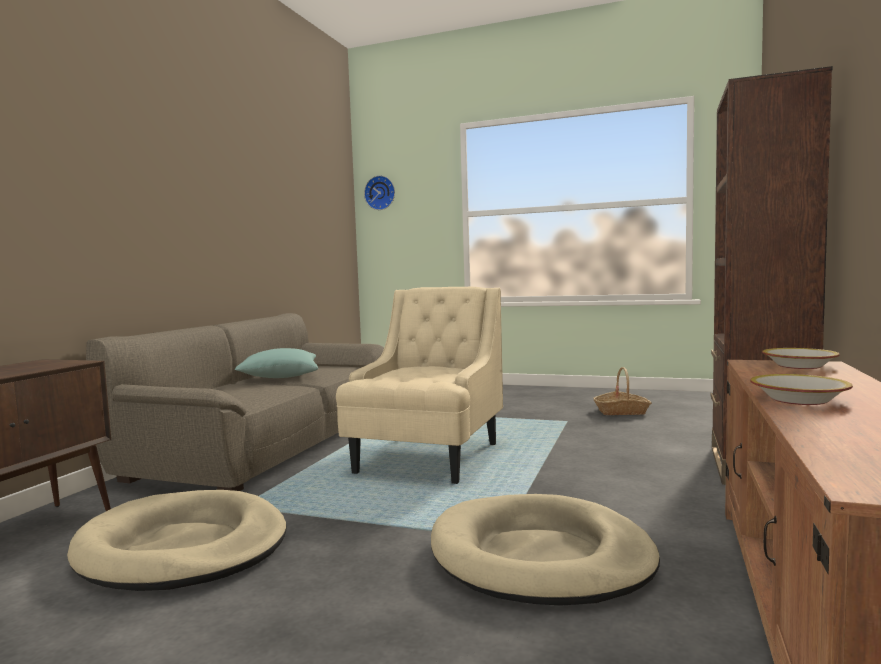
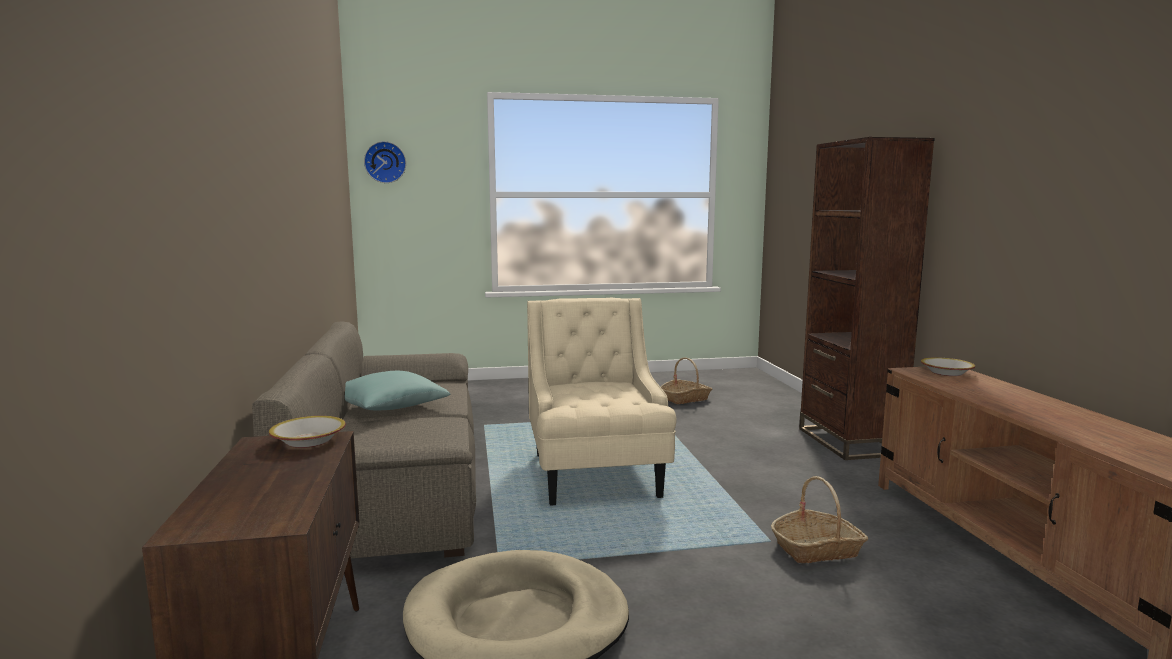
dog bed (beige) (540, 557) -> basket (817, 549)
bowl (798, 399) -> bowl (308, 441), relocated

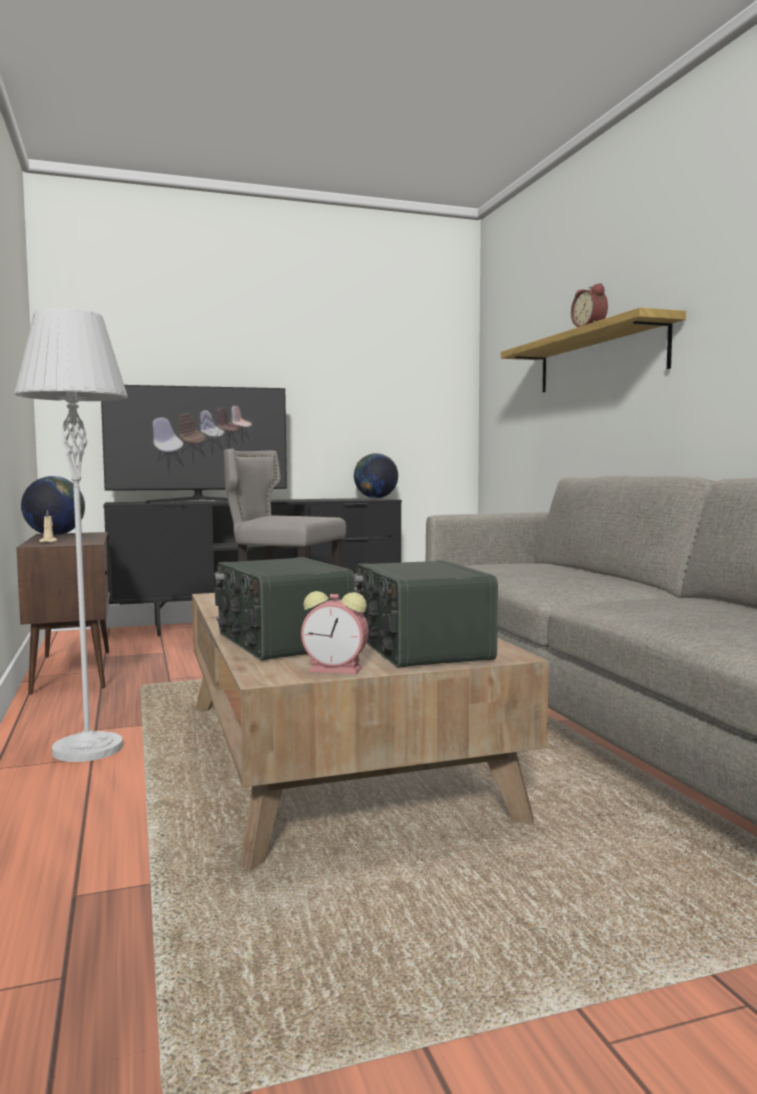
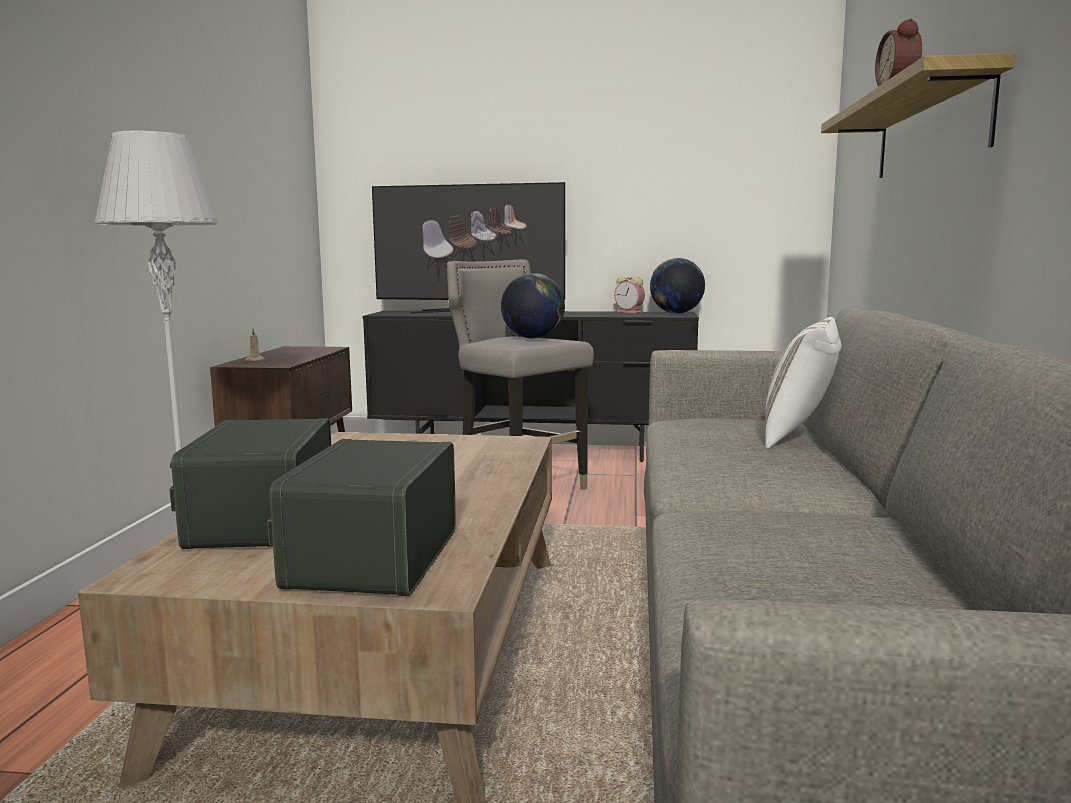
globe (55, 535) -> globe (533, 338), relocated
alarm clock (337, 669) -> alarm clock (630, 312), relocated
none -> pillow (white) (800, 437)

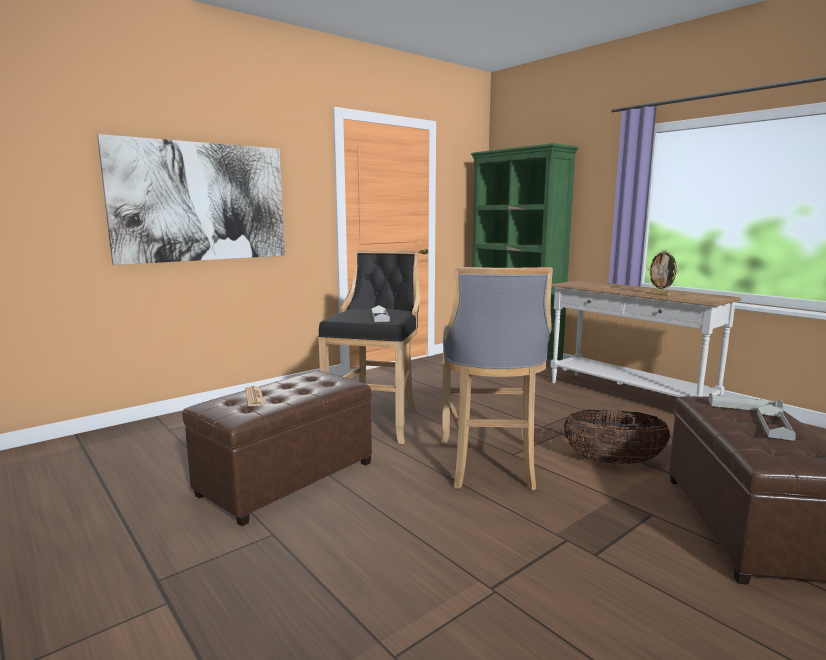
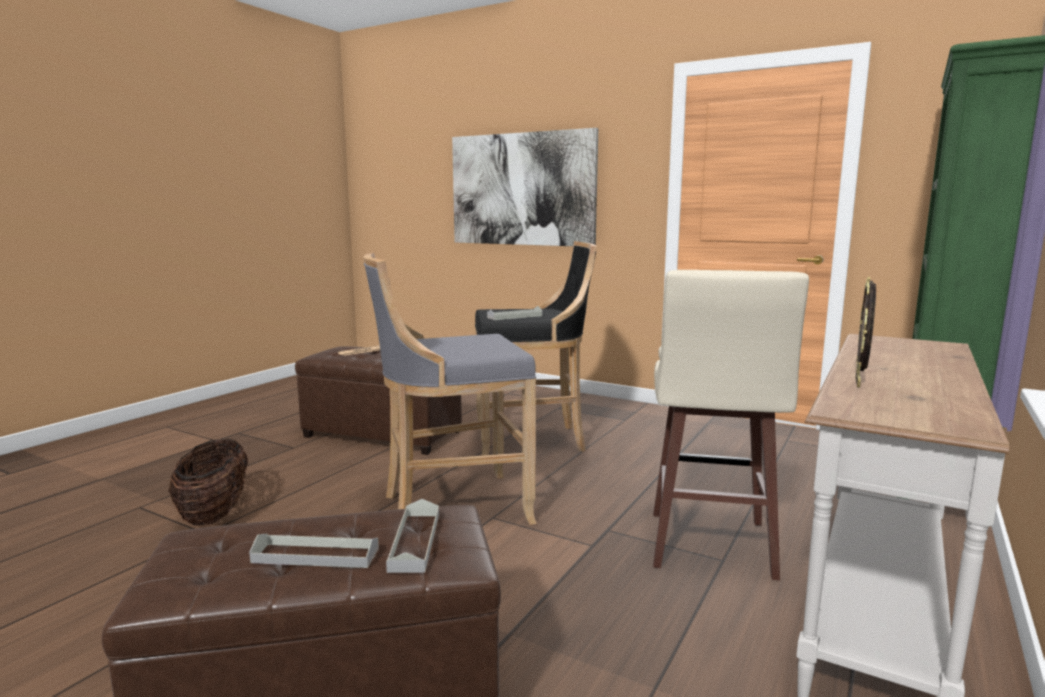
basket (613, 461) -> basket (214, 513), relocated
none -> stool (beige) (709, 546)

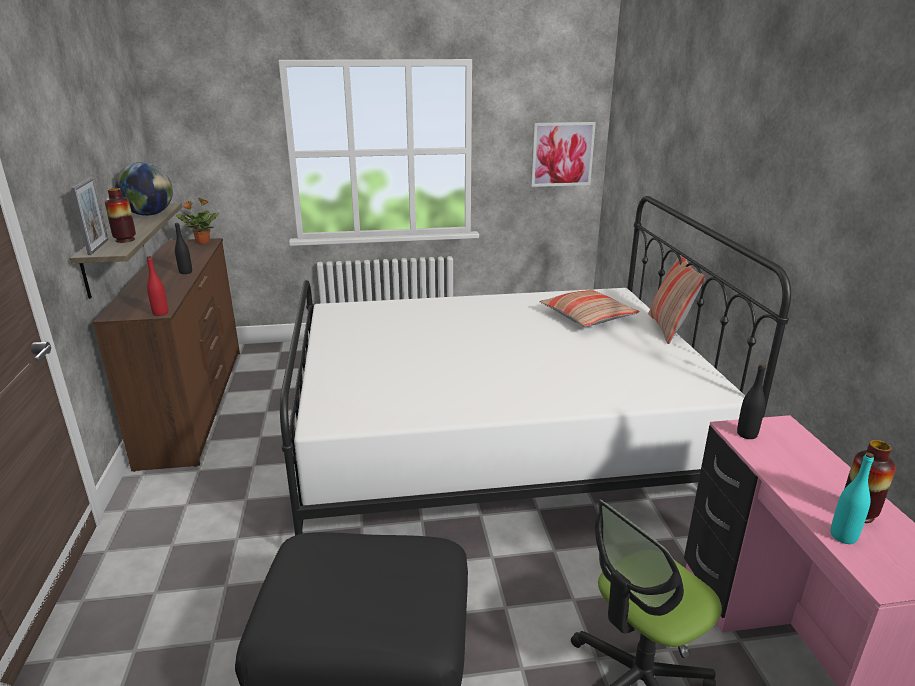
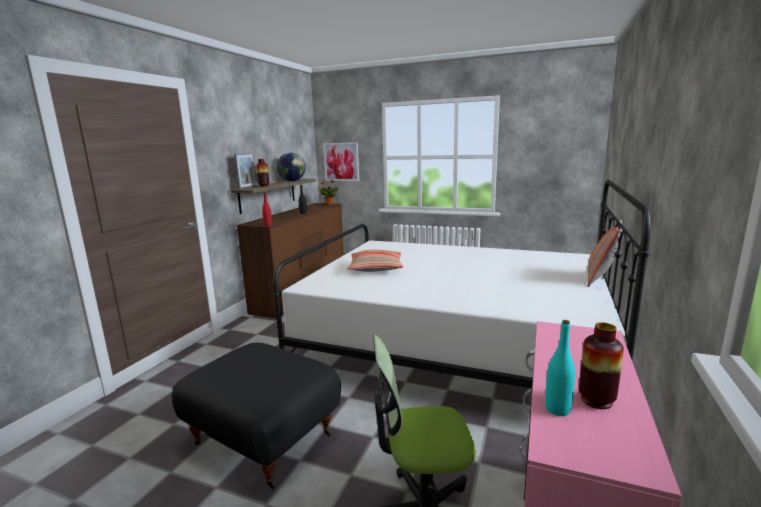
picture (562, 154) -> picture (341, 162), relocated
pillow (587, 317) -> pillow (376, 268), relocated
bottle (black) (747, 434) -> none

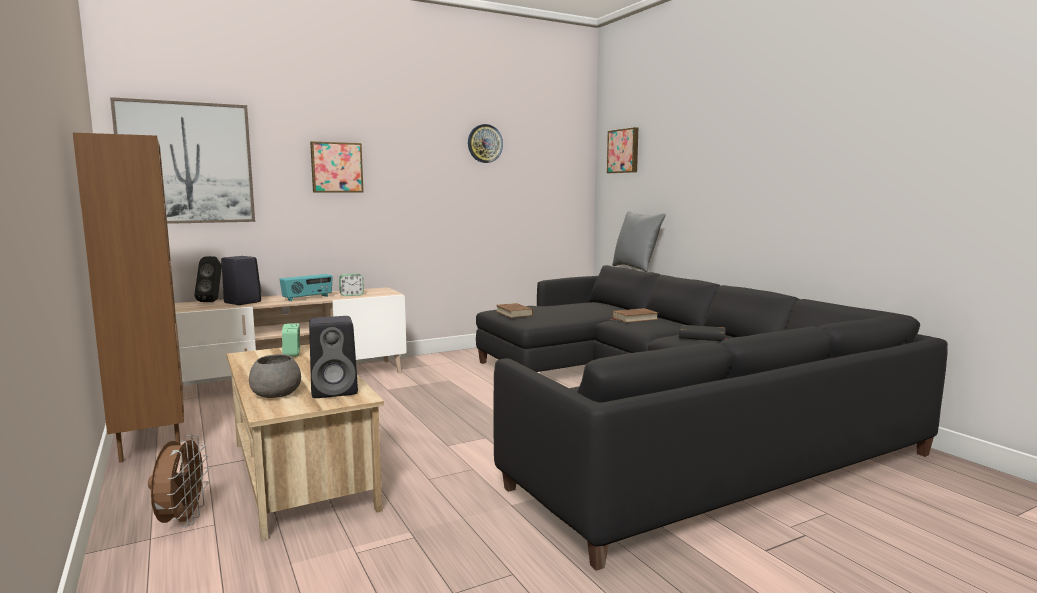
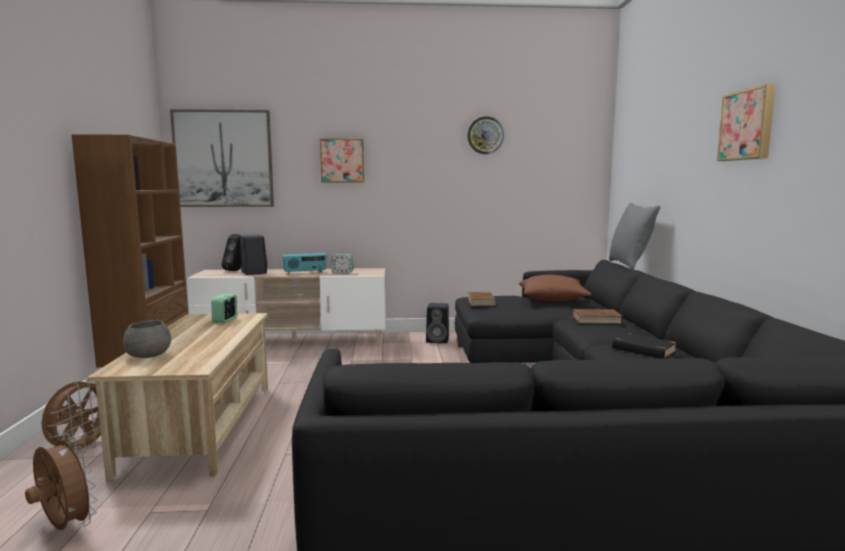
speaker (black) (336, 390) -> speaker (black) (438, 340), relocated
picture (624, 151) -> picture (748, 125), relocated
none -> fan (brown) (64, 527)
none -> pillow (brown) (552, 299)

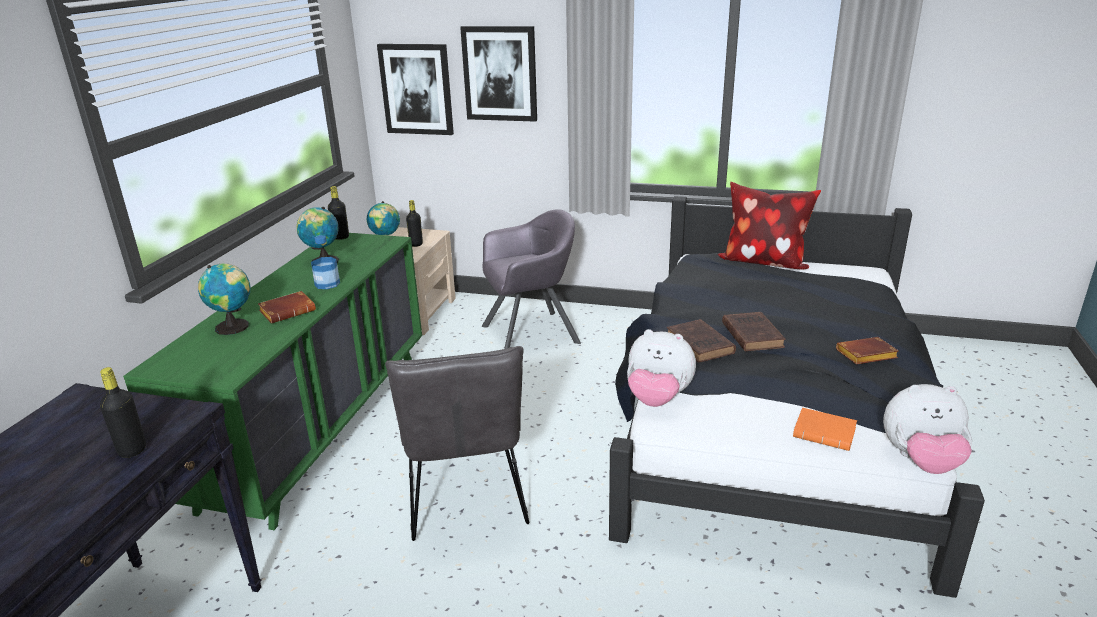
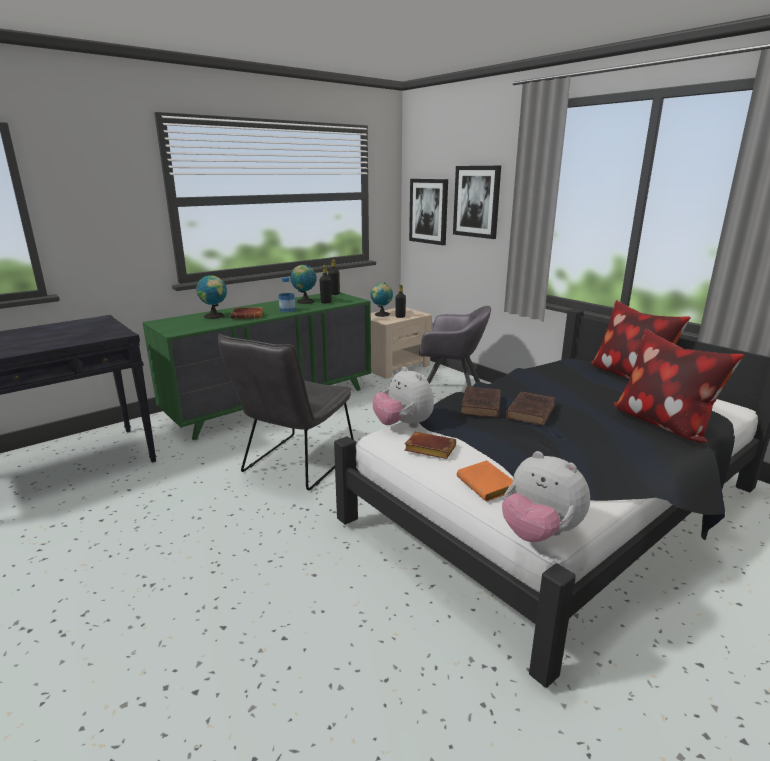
bottle (black) (132, 450) -> bottle (black) (326, 302), relocated
book (brown) (865, 356) -> book (brown) (428, 450), relocated
none -> pillow (662, 424)

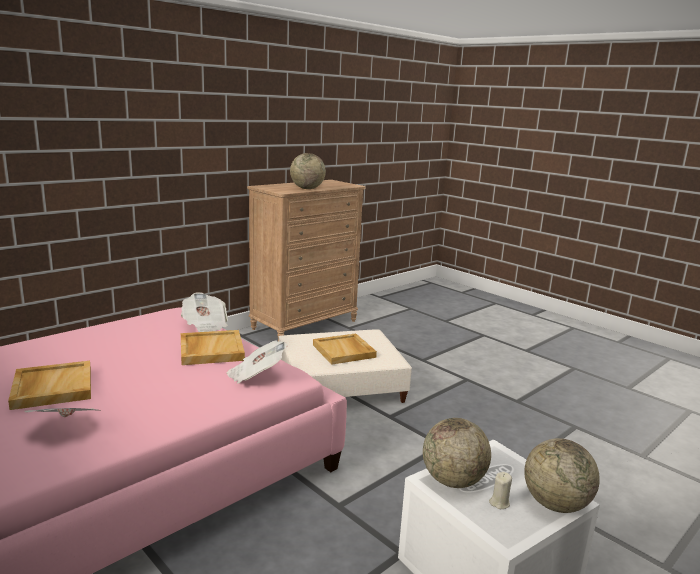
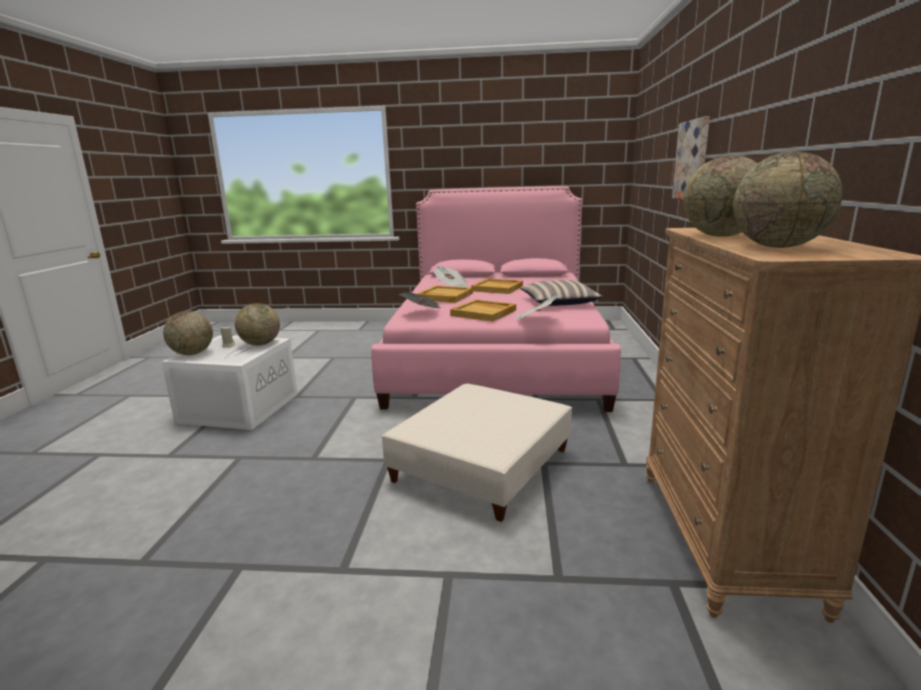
tray (beige) (344, 351) -> tray (beige) (444, 296), relocated
none -> pillow (559, 302)
none -> picture (692, 160)
none -> globe (778, 247)

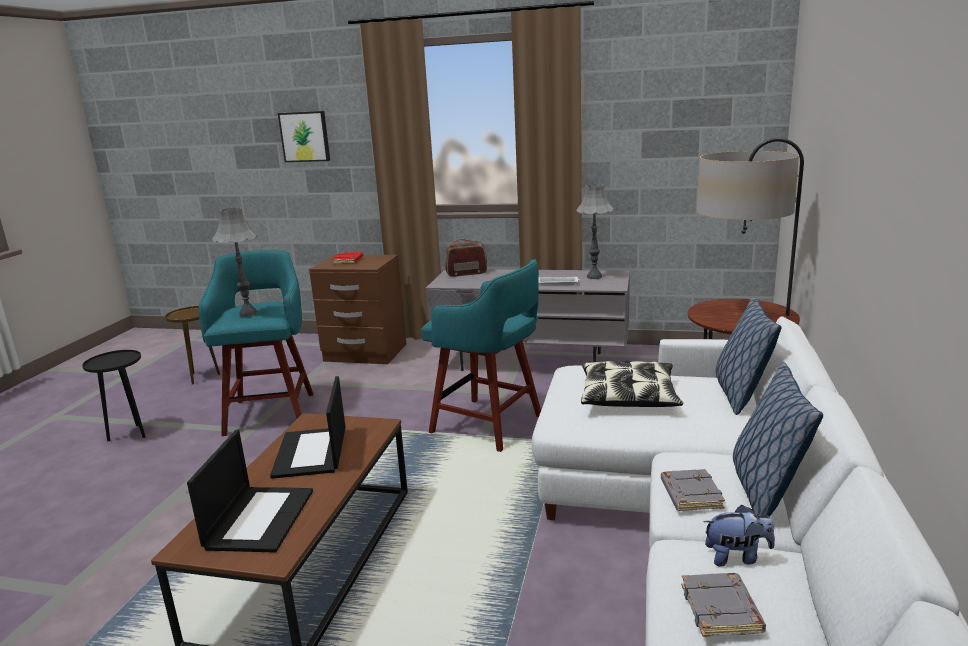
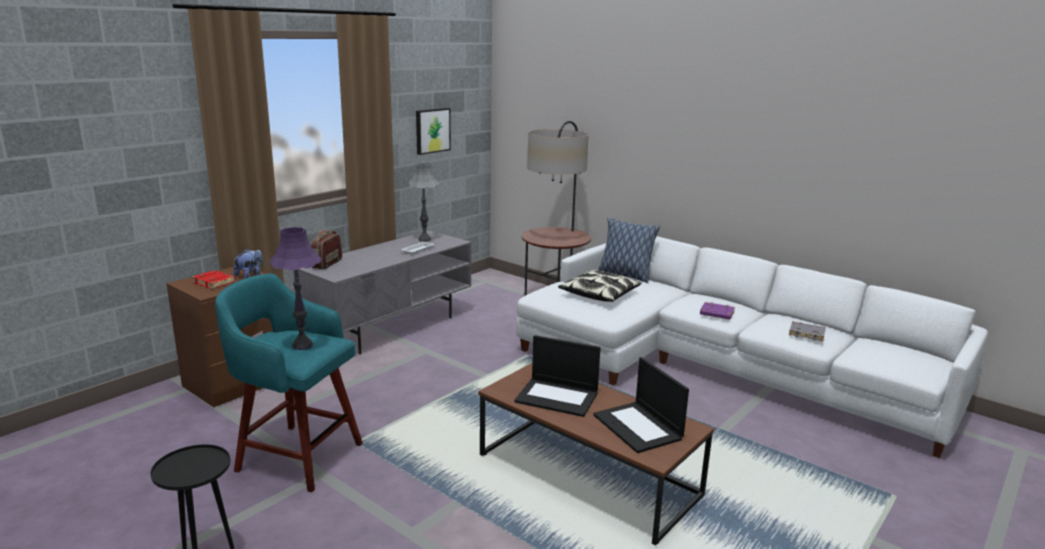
side table (brown) (201, 377) -> none
laptop (259, 518) -> laptop (638, 427), 150 degrees counterclockwise
table lamp (grey) (248, 314) -> table lamp (purple) (302, 345)
picture (305, 136) -> picture (432, 130), relocated
stool (turquoise) (489, 425) -> none
book (grey) (690, 494) -> book (purple) (716, 314)
plush toy (737, 557) -> plush toy (250, 274), relocated
pillow (765, 491) -> none

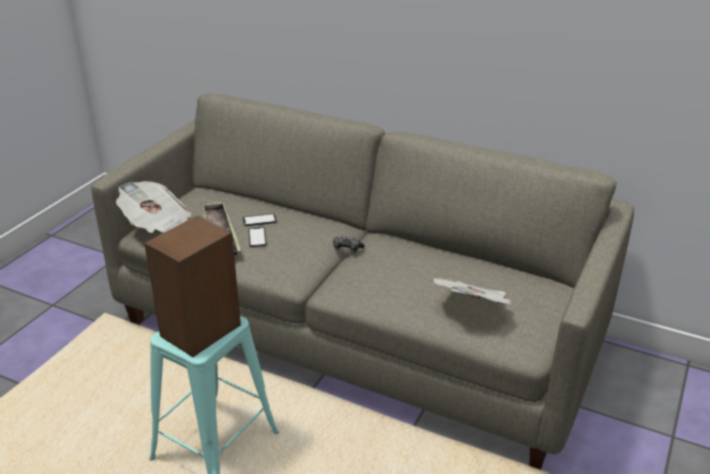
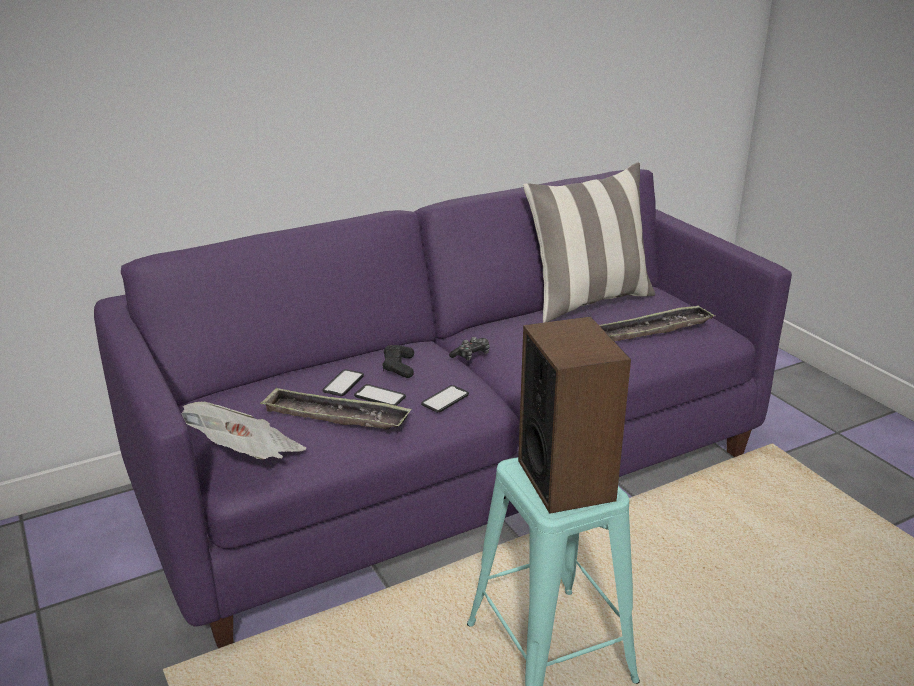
sofa (grey) (355, 332) -> sofa (purple) (458, 472)
newspaper (474, 308) -> tray (652, 330)
none -> game controller (black) (398, 367)
none -> phone (445, 399)
none -> pillow (588, 301)

